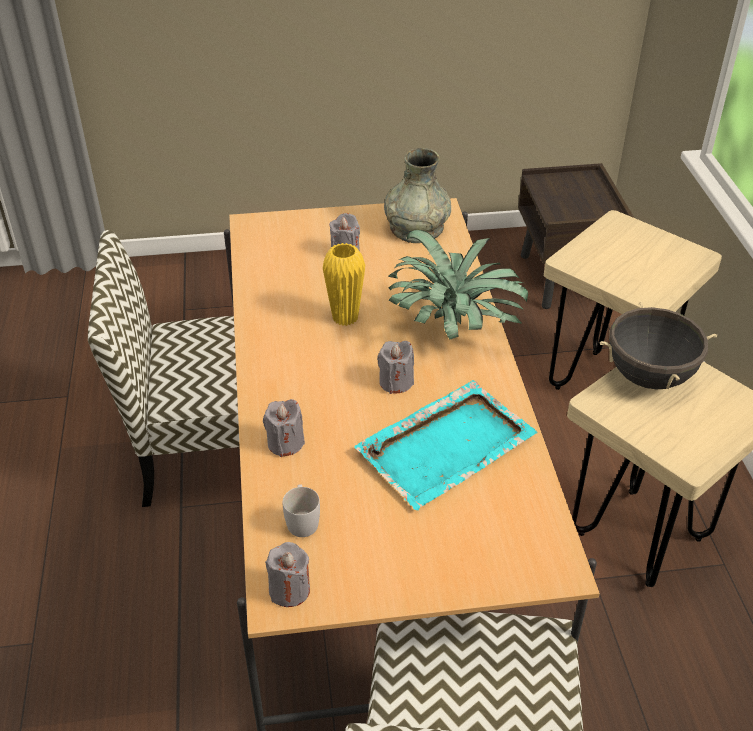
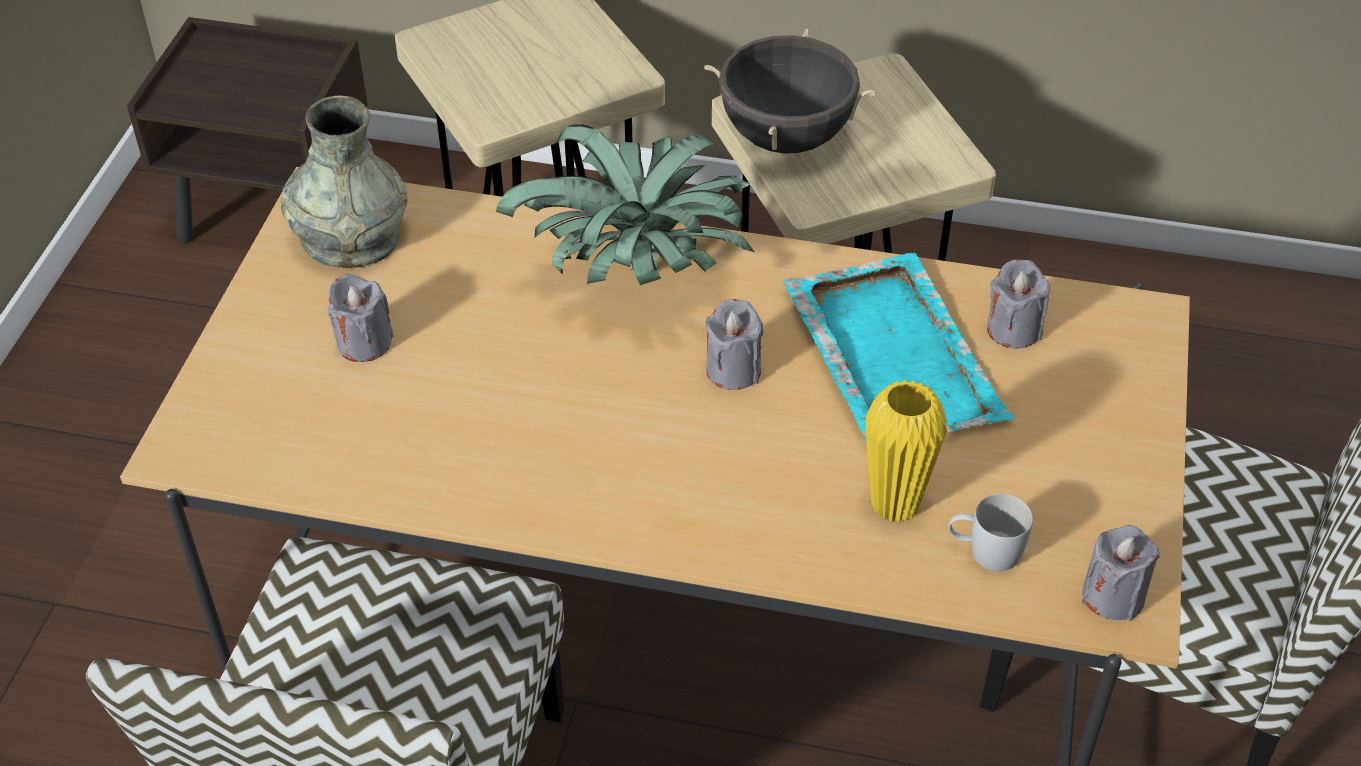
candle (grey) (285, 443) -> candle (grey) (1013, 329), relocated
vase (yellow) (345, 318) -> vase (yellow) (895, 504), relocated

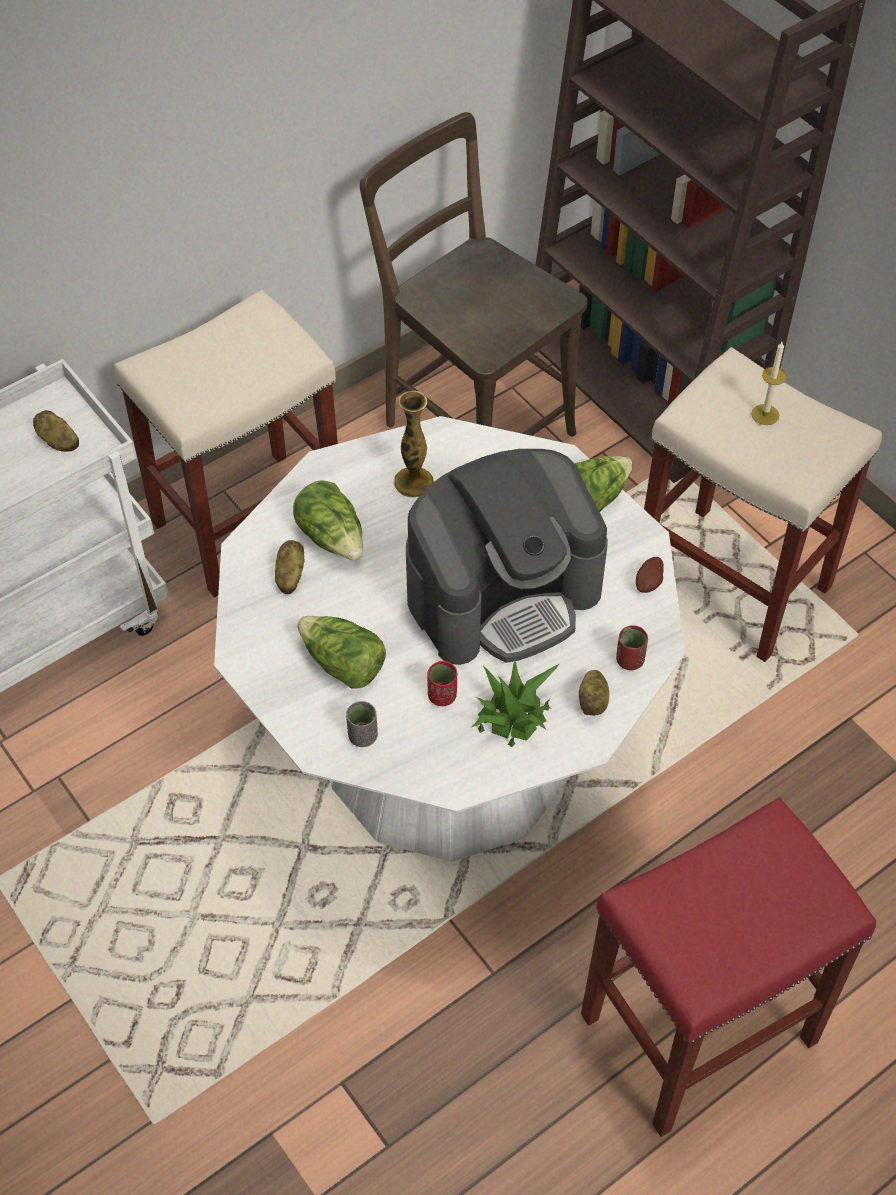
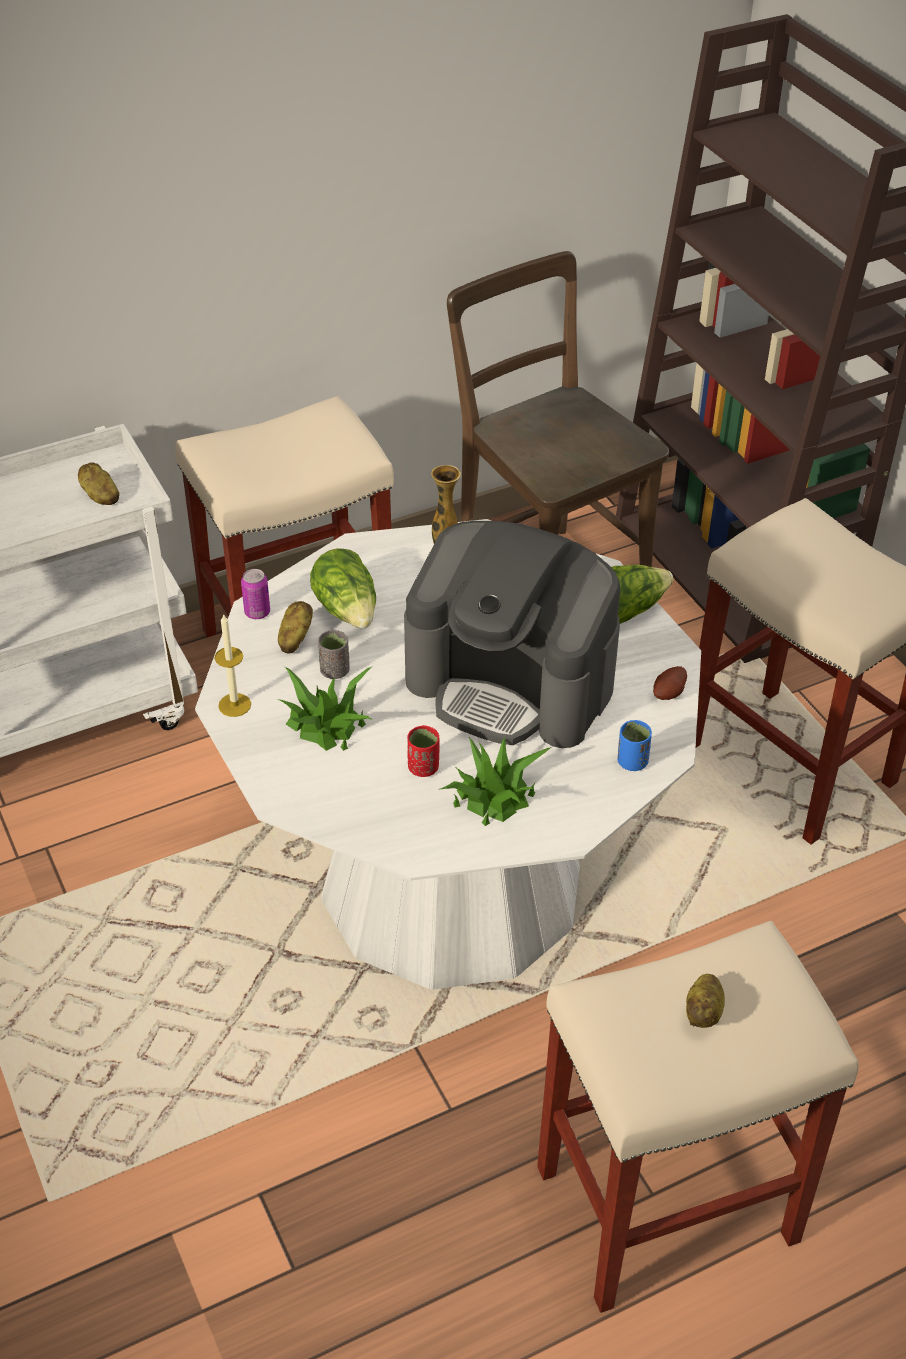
lettuce (342, 664) -> potted plant (327, 724)
cup (grey) (363, 736) -> cup (grey) (335, 671), relocated
coffee machine (503, 593) -> coffee machine (512, 683), 45 degrees clockwise
potato (593, 701) -> potato (704, 1012), relocated
stool (red) (696, 1031) -> stool (beige) (664, 1207)
cup (red) (629, 660) -> cup (blue) (632, 762)
candle (765, 414) -> candle (234, 705), relocated
none -> can (257, 612)

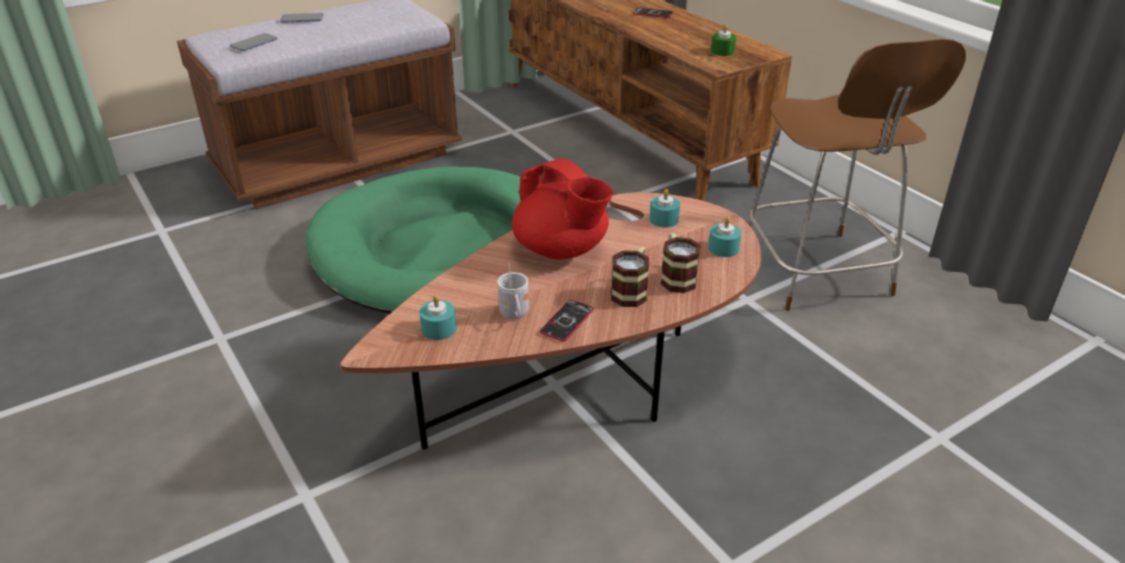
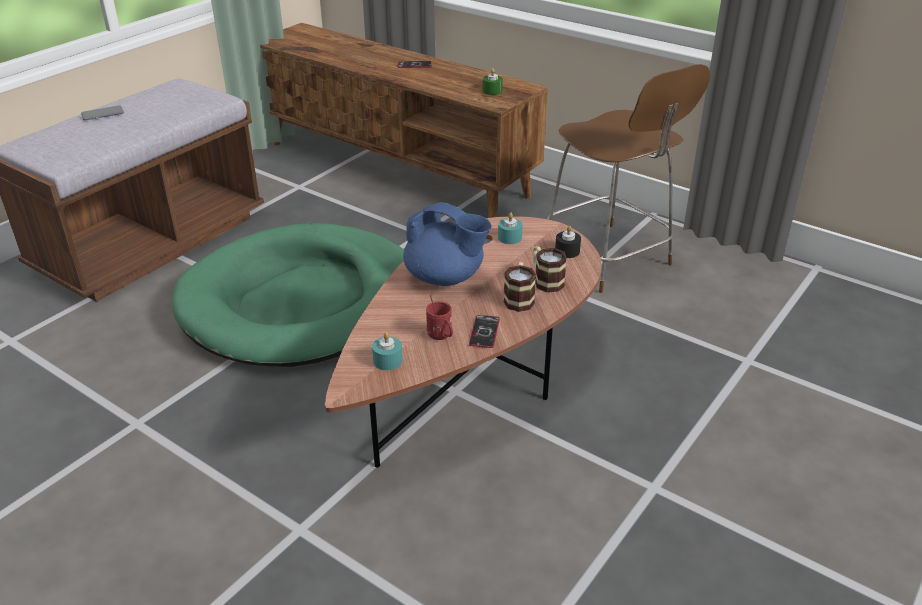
phone (254, 43) -> none
mug (white) (515, 315) -> mug (red) (441, 336)
teapot (red) (562, 250) -> teapot (blue) (445, 277)
candle (turquoise) (723, 248) -> candle (black) (567, 251)

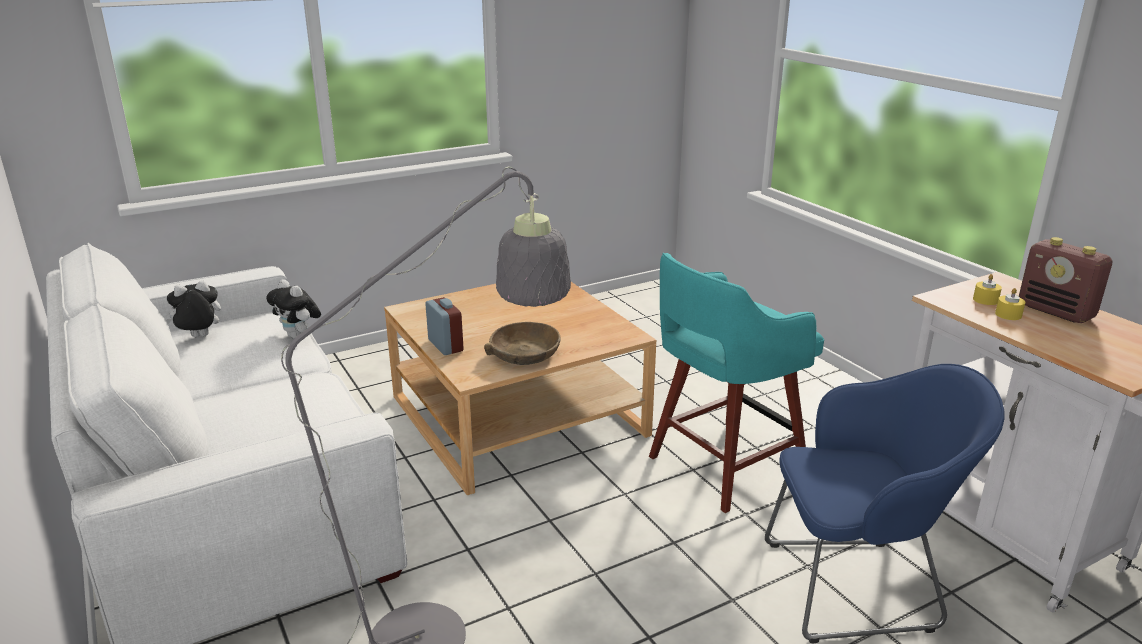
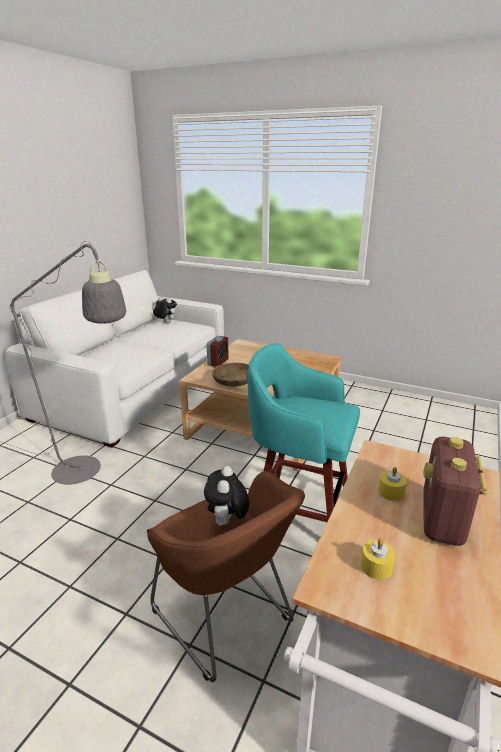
plush toy (299, 336) -> plush toy (227, 522), relocated
armchair (blue) (858, 586) -> armchair (brown) (226, 618)
candle (yellow) (985, 300) -> candle (yellow) (376, 567), relocated

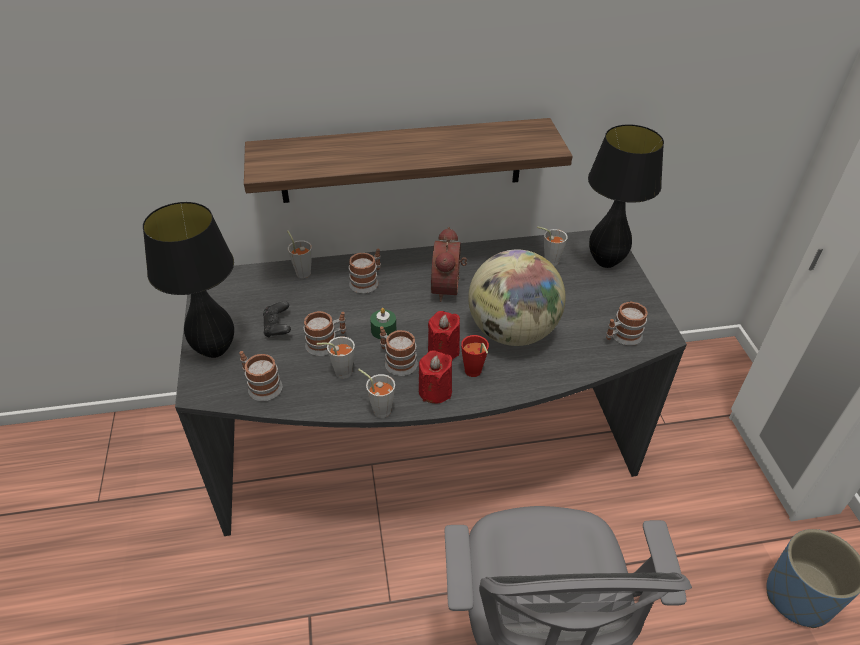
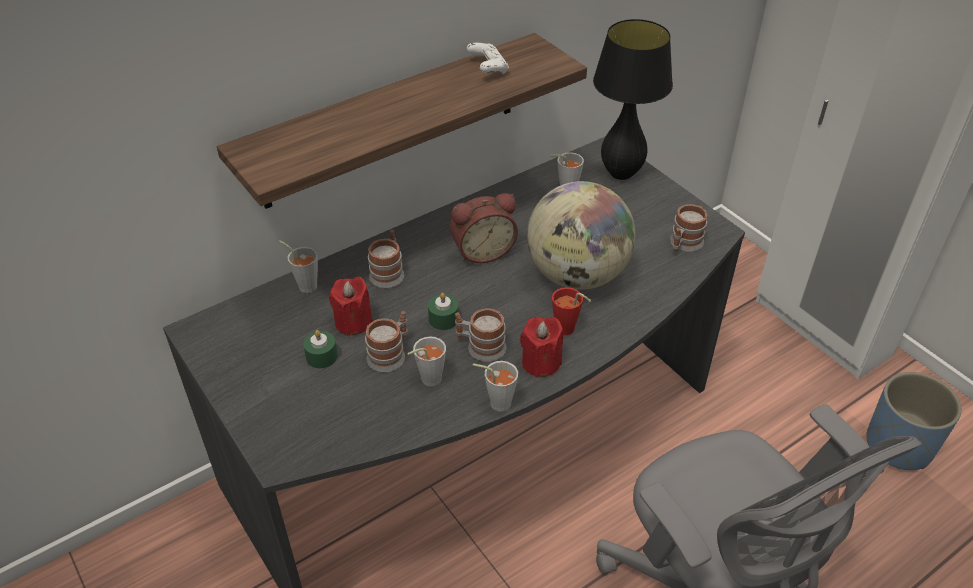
table lamp (black) (215, 350) -> none
mug (261, 385) -> none
game controller (black) (278, 327) -> candle (green) (321, 356)
candle (red) (443, 350) -> candle (red) (353, 322), relocated
alarm clock (449, 288) -> alarm clock (482, 251), 90 degrees counterclockwise
none -> game controller (white) (488, 68)

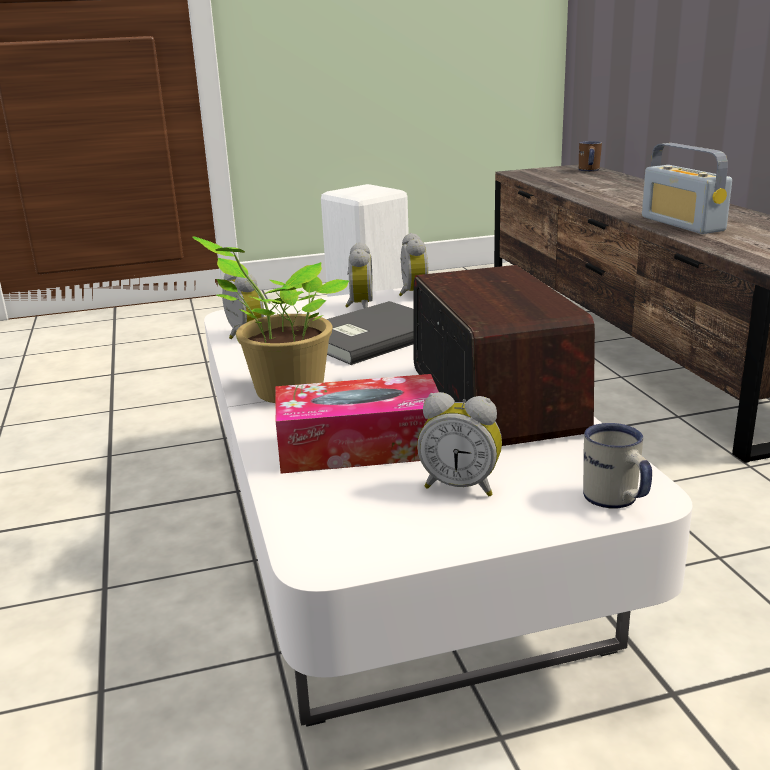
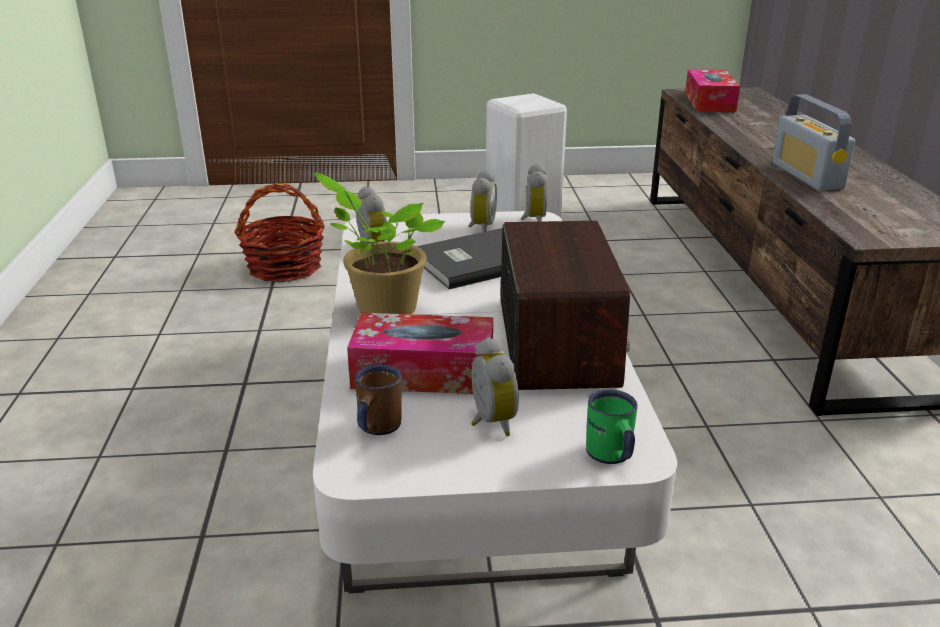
alarm clock (461, 486) -> alarm clock (489, 422), 135 degrees counterclockwise
mug (brown) (588, 171) -> mug (brown) (376, 428), relocated
mug (white) (615, 501) -> mug (green) (611, 457)
none -> basket (285, 267)
none -> tissue box (709, 102)

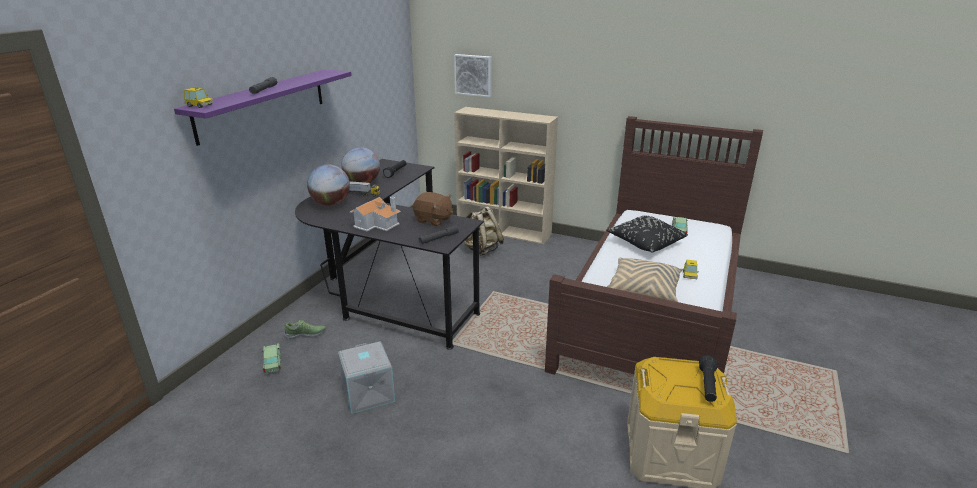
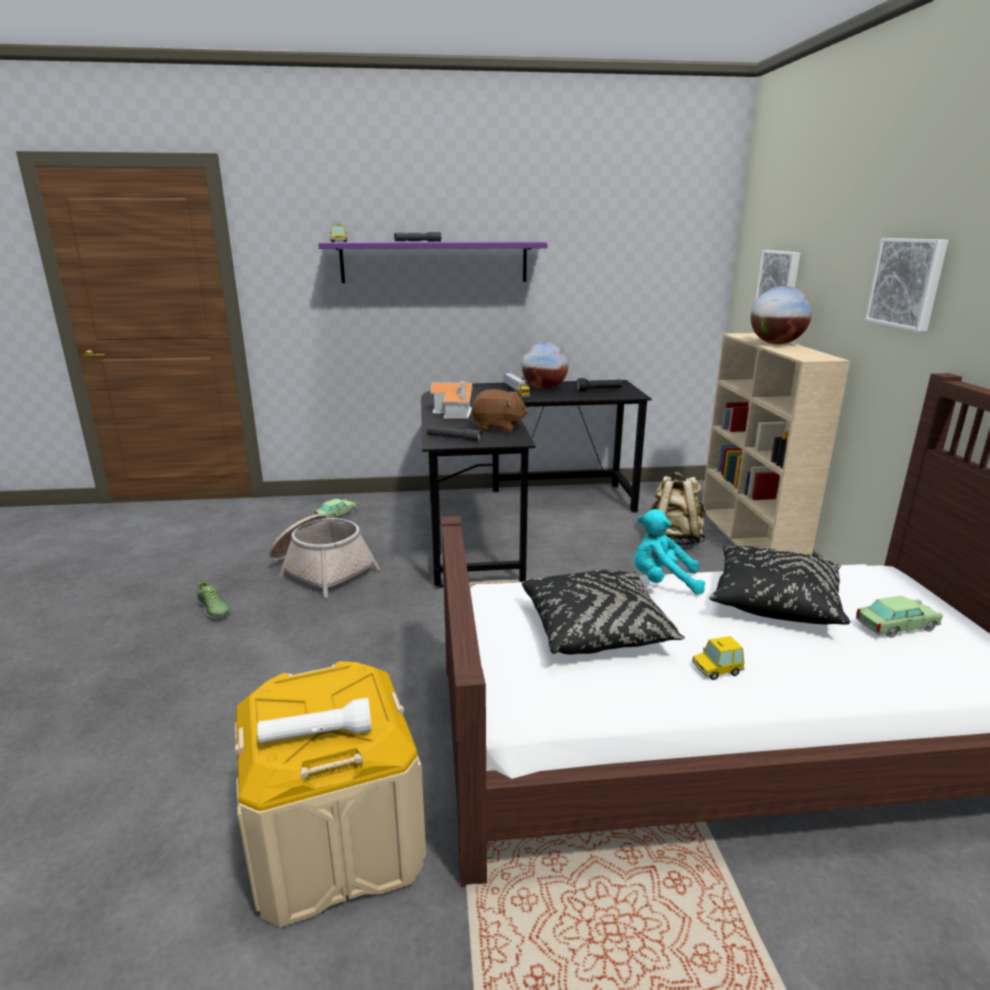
shoe (306, 334) -> shoe (213, 610), relocated
globe (331, 204) -> globe (776, 343), relocated
storage box (grey) (367, 393) -> basket (321, 569)
plush toy (brown) (433, 220) -> plush toy (brown) (498, 427), 75 degrees counterclockwise
pillow (beige) (643, 290) -> pillow (black) (596, 630)
flashlight (black) (707, 385) -> flashlight (white) (316, 736)
none -> plush toy (turquoise) (662, 582)
none -> picture (908, 283)

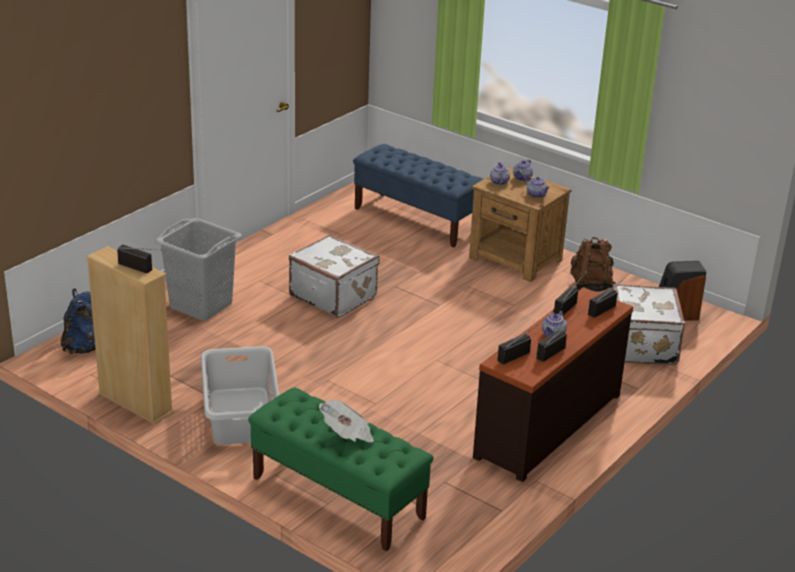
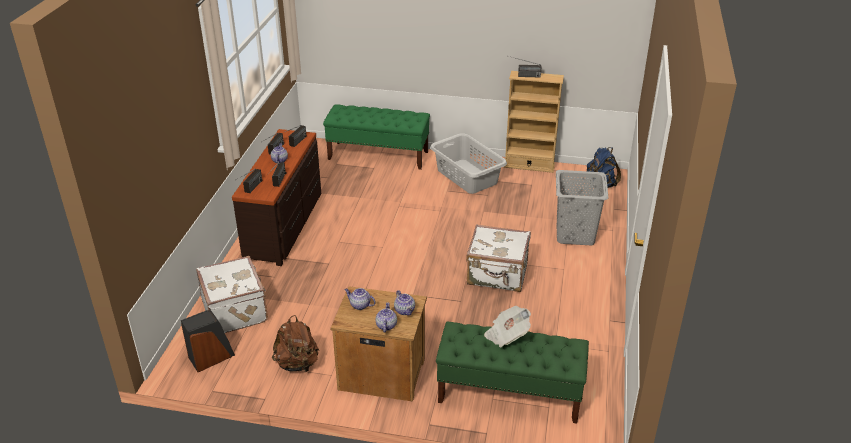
newspaper (347, 434) -> newspaper (507, 335), relocated
bench (blue) (417, 219) -> bench (green) (509, 394)

